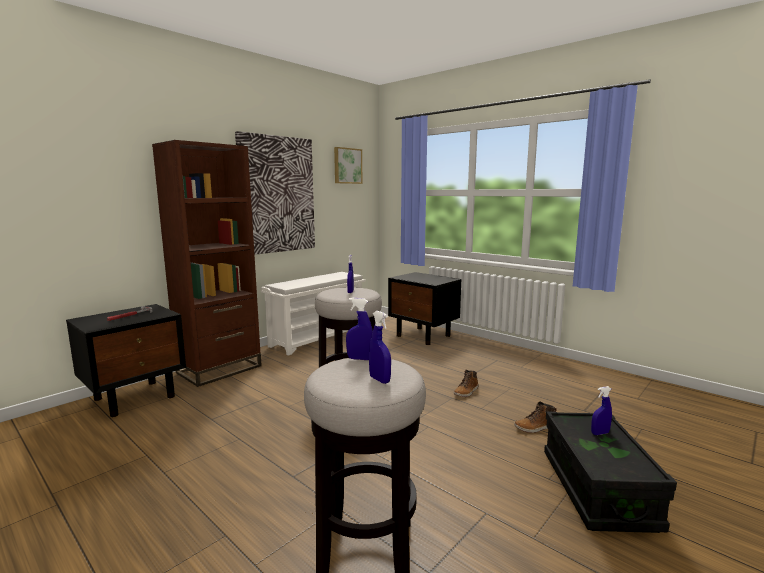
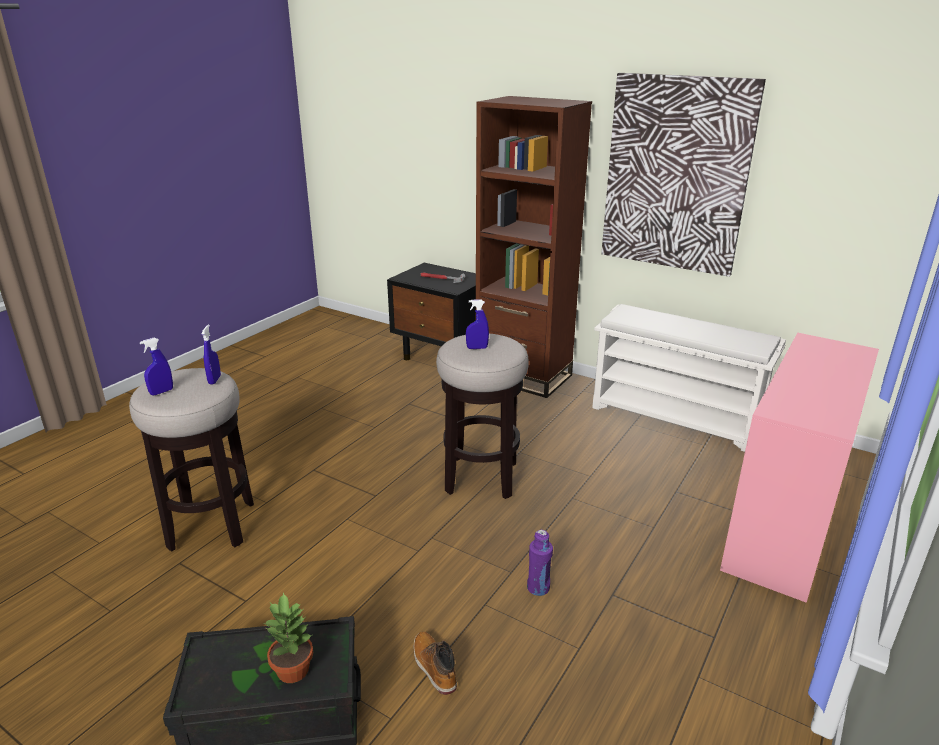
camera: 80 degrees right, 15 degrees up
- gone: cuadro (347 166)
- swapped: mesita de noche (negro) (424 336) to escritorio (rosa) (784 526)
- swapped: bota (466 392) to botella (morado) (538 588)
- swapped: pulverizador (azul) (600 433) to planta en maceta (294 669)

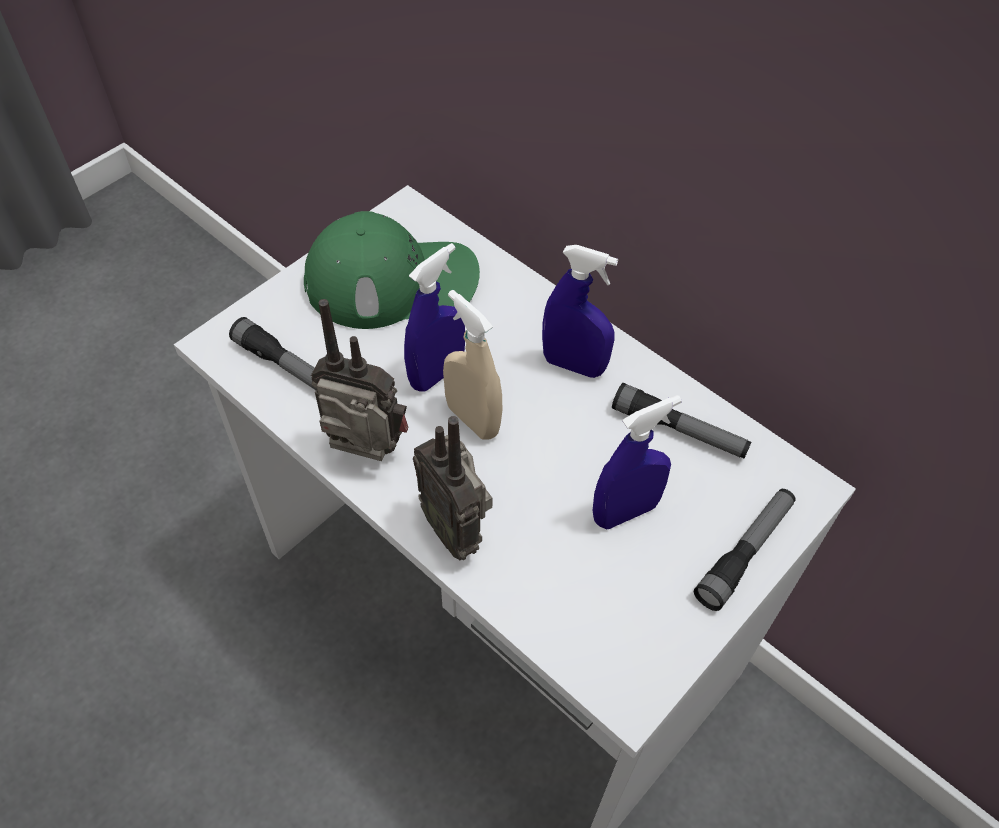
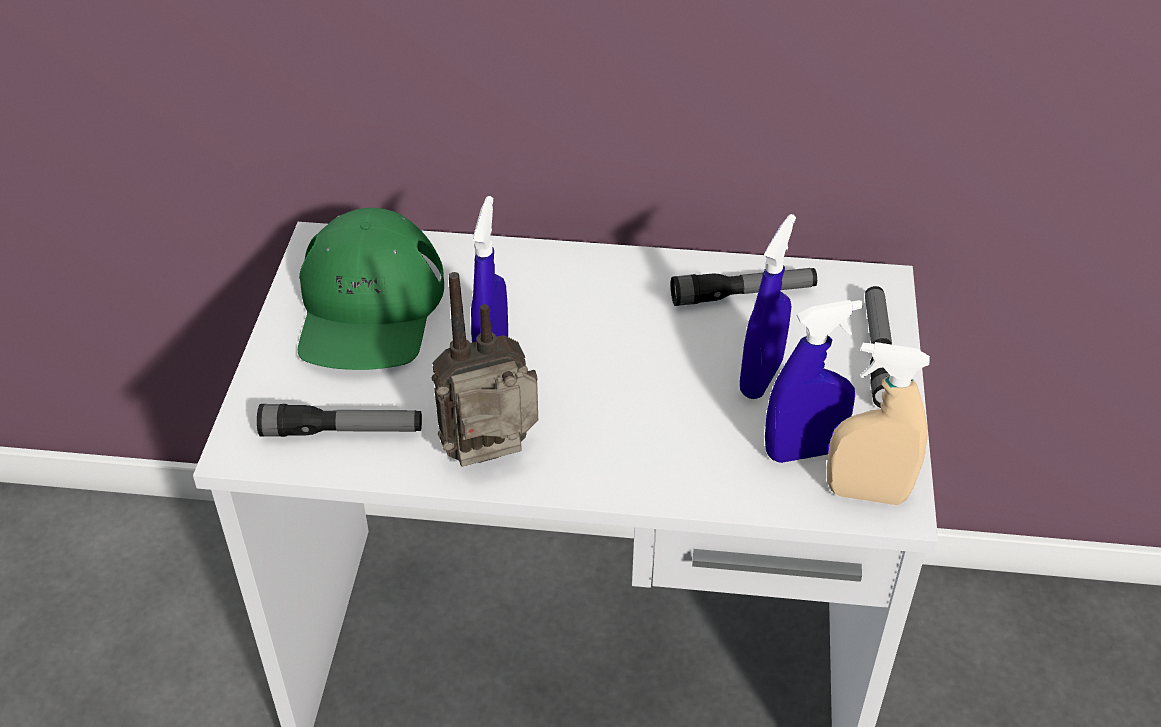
camera: 35 degrees left, 10 degrees down
- rotated: gorra (verde) (392 281) = (369 308) 135 degrees clockwise
- gone: radio (455 529)
- shifted: pulverizador (beis) (472 419) to (866 493)
- shifted: pulverizador (azul) (573 365) to (803 451)

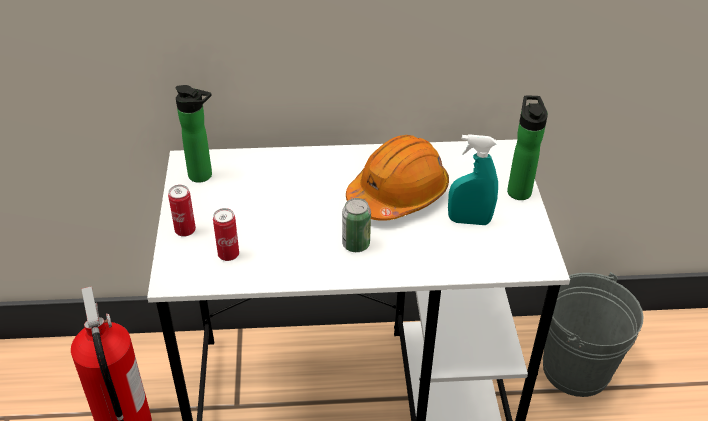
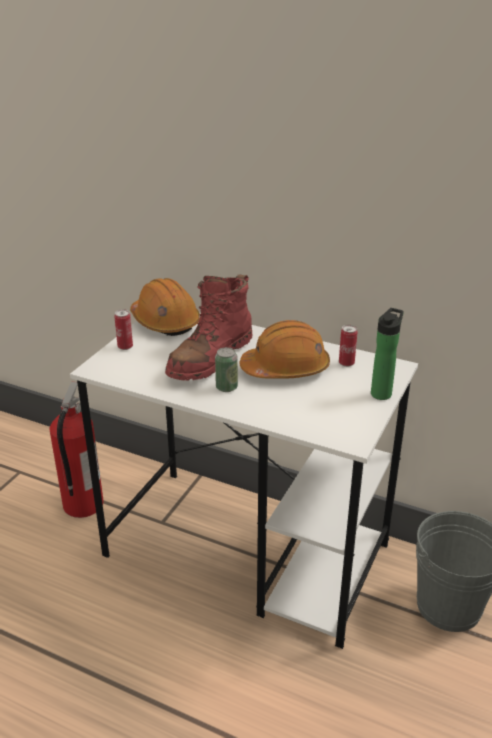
camera: 30 degrees right, 10 degrees down
- swapped: botella (203 176) to casco (naranja) (165 322)
- shifted: lata (228 255) to (346 363)
- gone: pulverizador (turquesa) (469 221)
- new: bota (rojo) (210 358)

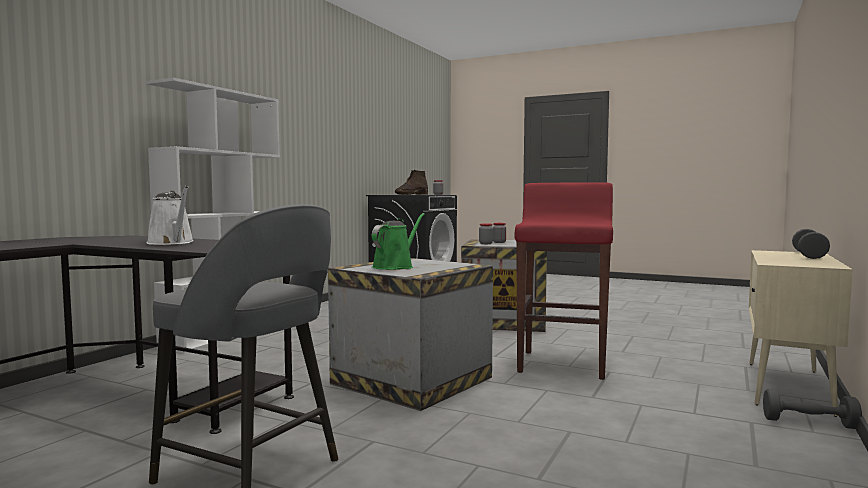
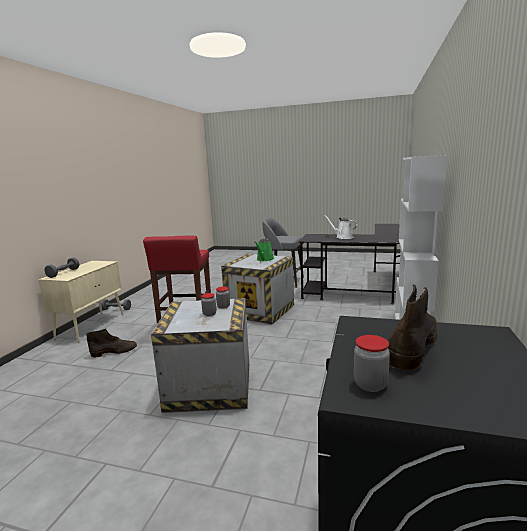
camera: 170 degrees right, 10 degrees up
- new: bota (marrón) (114 351)

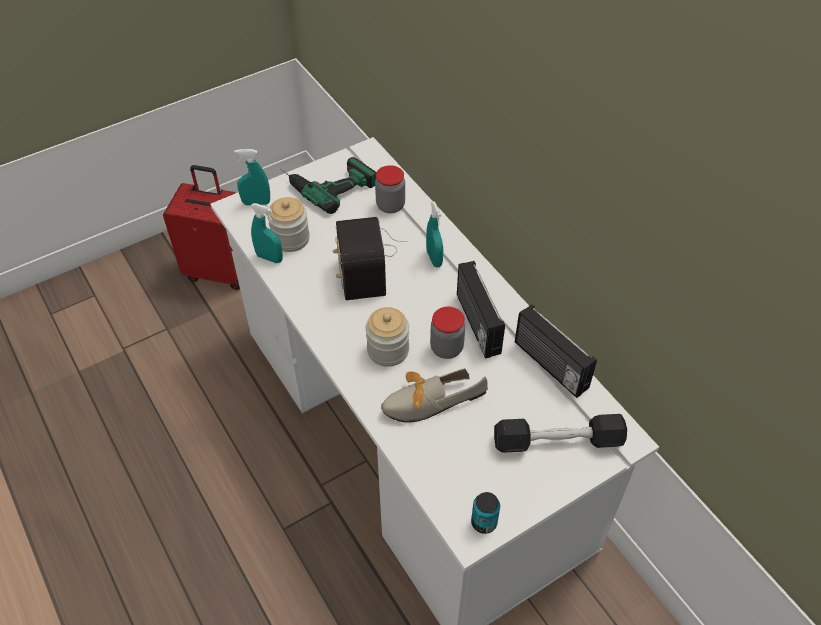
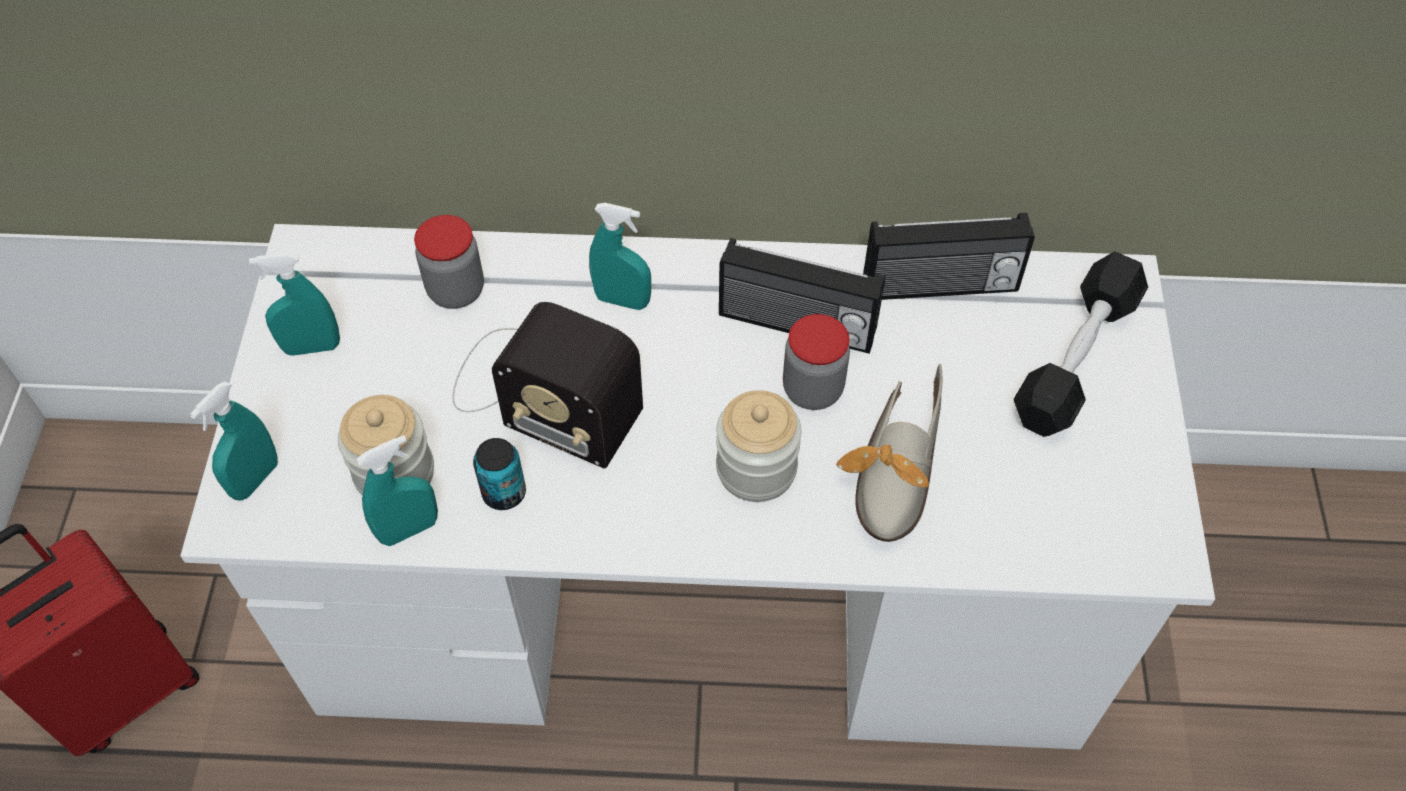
camera: 55 degrees left, 5 degrees up
- swapped: taladro (326 182) to pulverizador (turquesa) (312 347)
- shifted: lata (484 522) to (504 493)

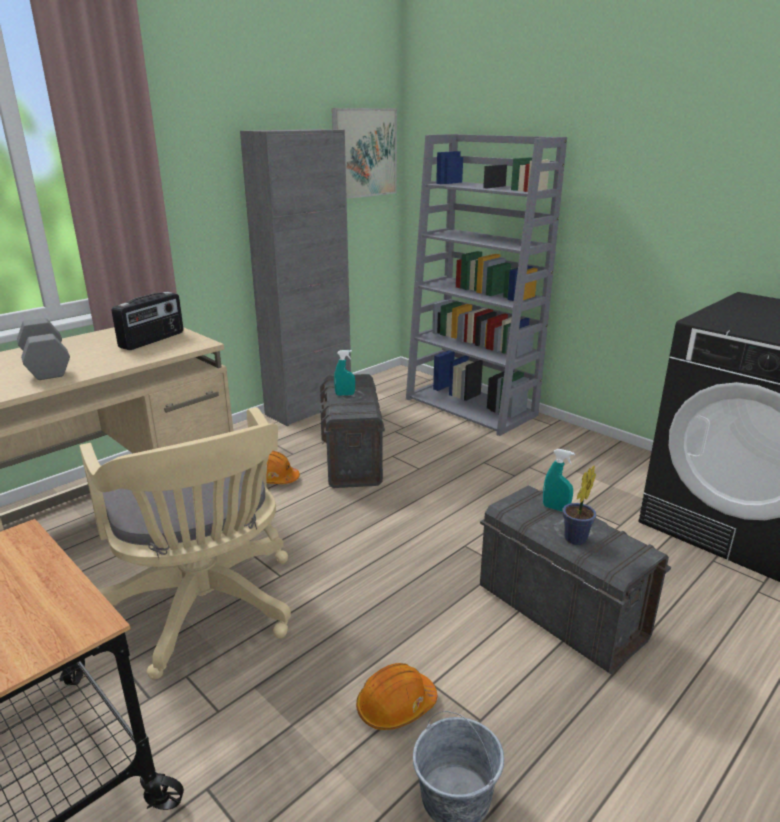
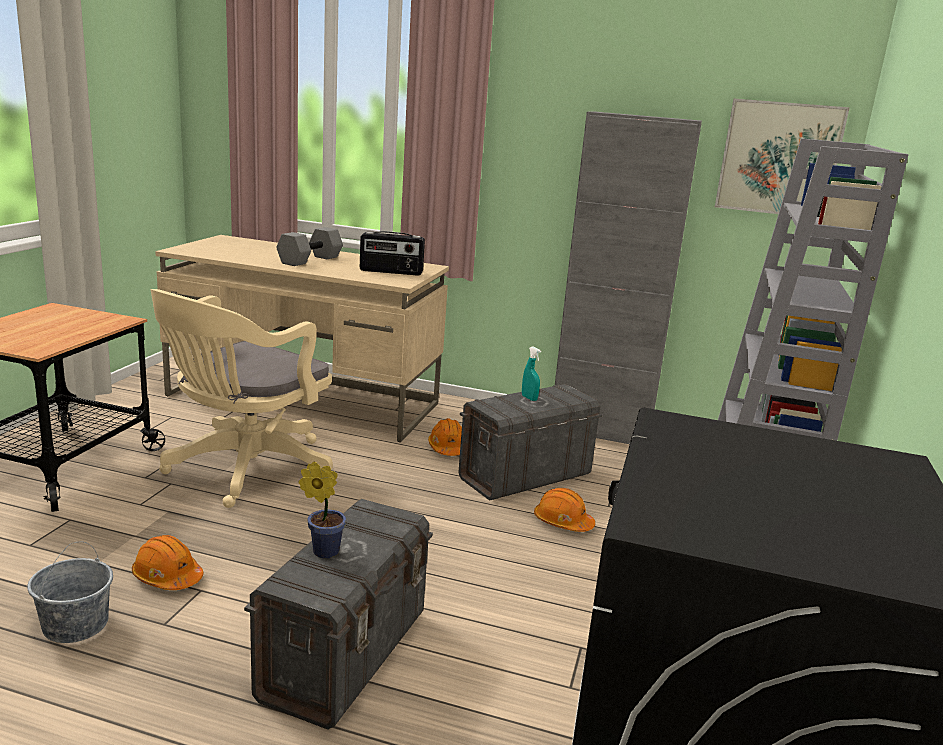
camera: 60 degrees right, 5 degrees down
- gone: pulverizador (turquesa) (555 508)
- new: casco (naranja) (562 522)

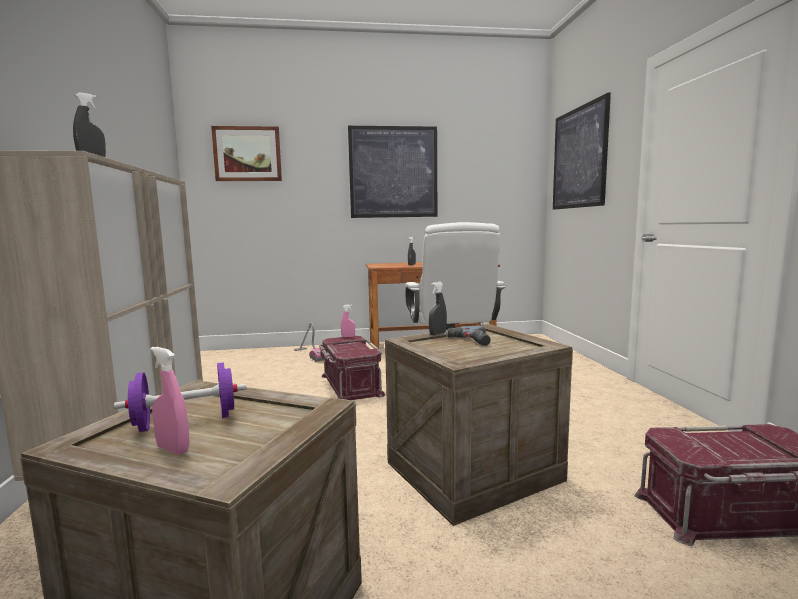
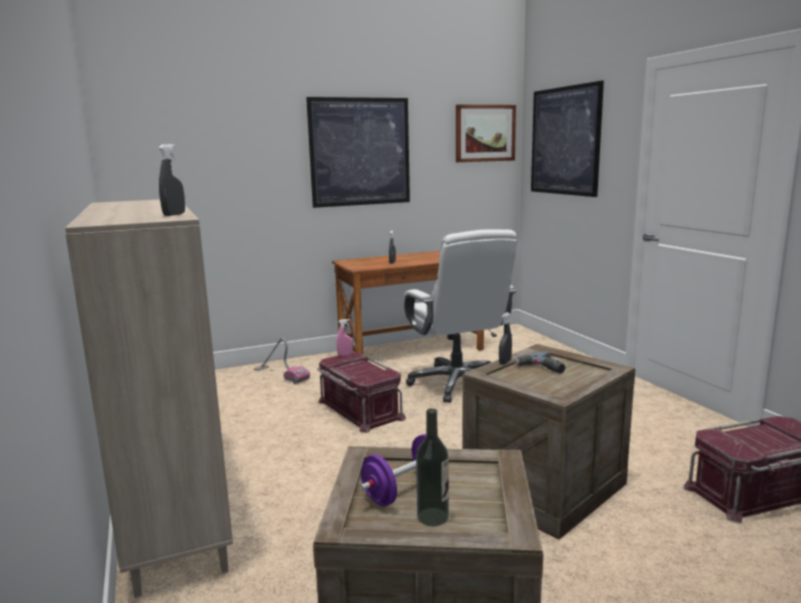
camera: 15 degrees left, 5 degrees up
- swapped: pulverizador (rosa) (173 449) to botella (432 517)
- shifted: cuadro (247 154) to (485 133)

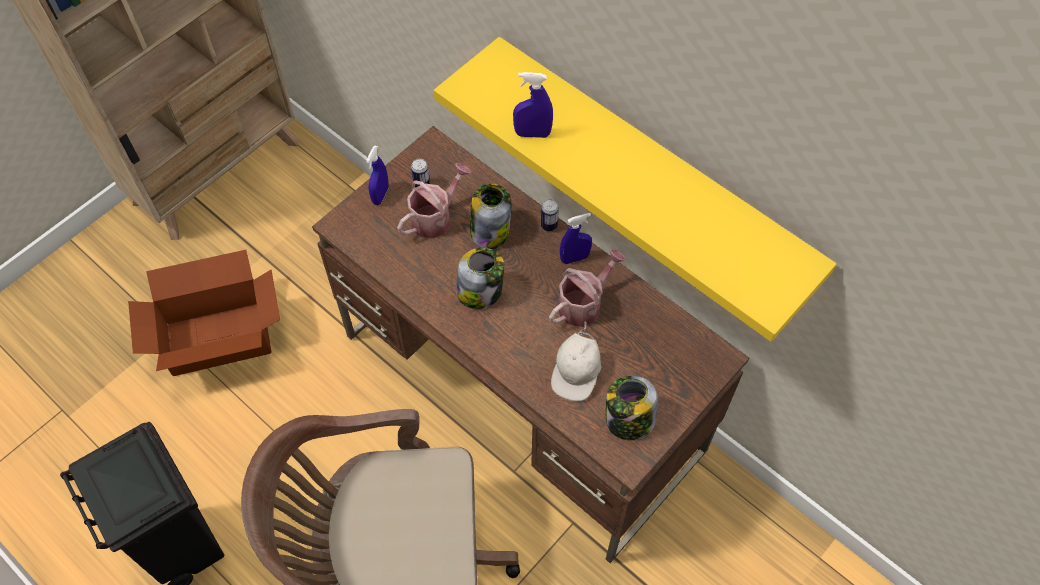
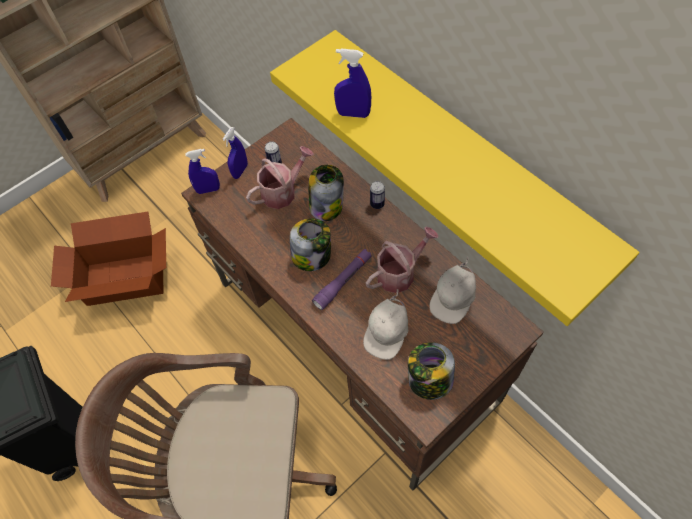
camera: 10 degrees right, 0 degrees up
- shifted: pulverizador (azul) (574 258) to (208 190)
- new: linterna (morado) (343 281)
- new: gorra (blanco) (453 299)

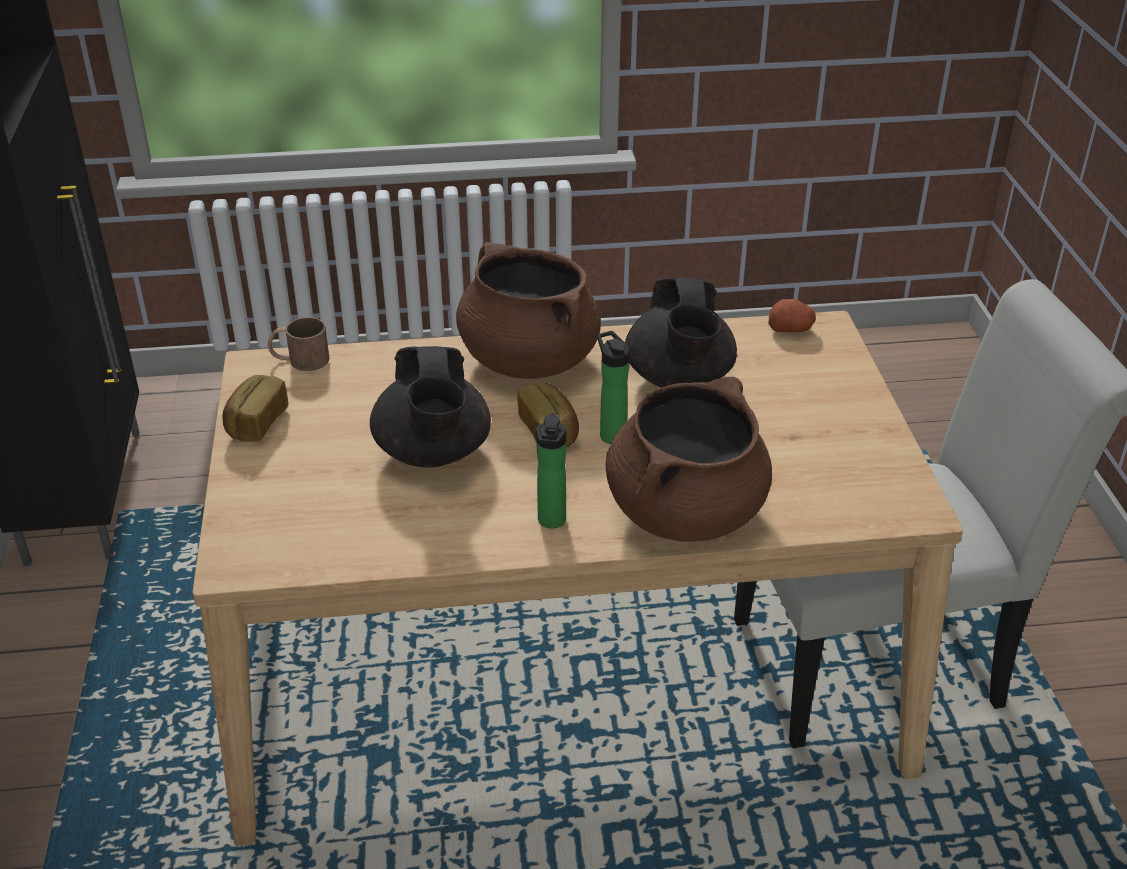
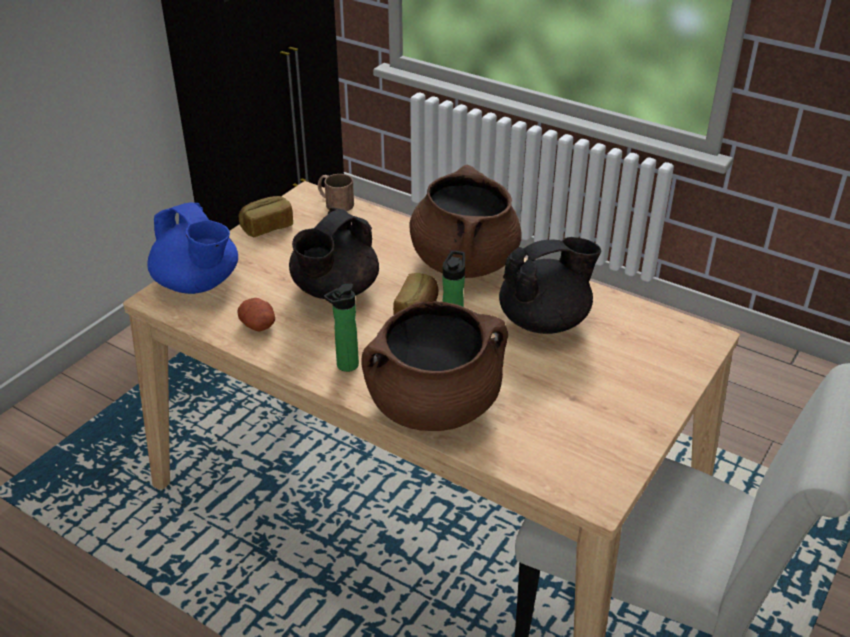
camera: 40 degrees right, 0 degrees up
- rotated: tetera (negro) (679 379) = (545 321) 150 degrees counterclockwise
- shifted: patata (791 329) to (259 325)
- new: tetera (azul) (198 284)

